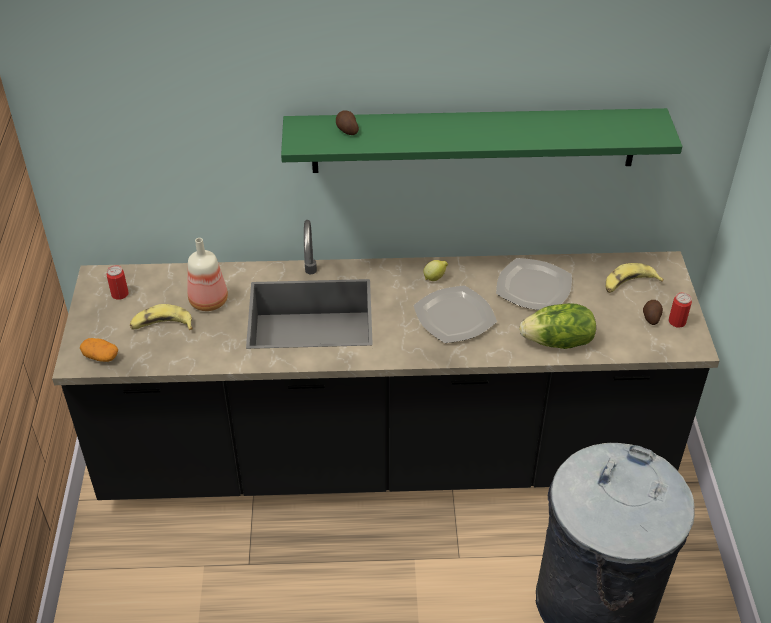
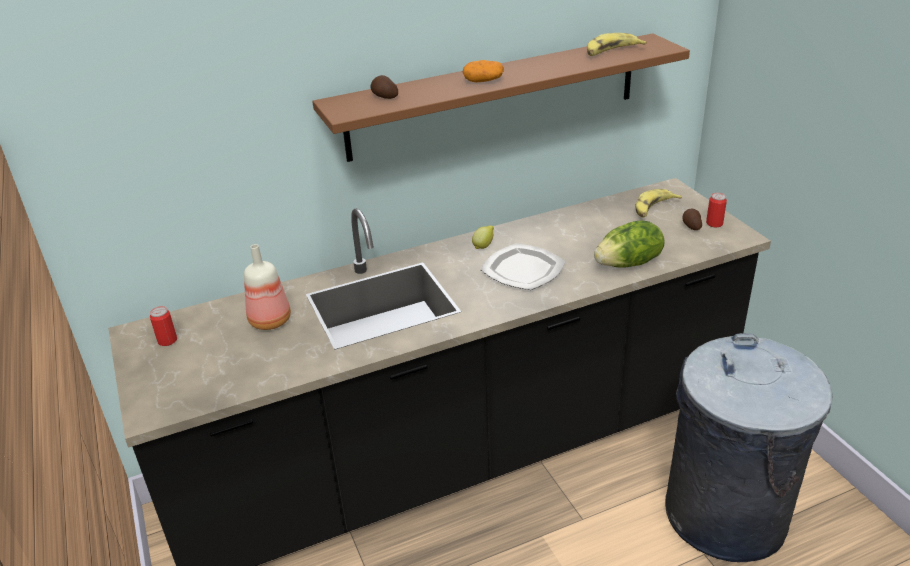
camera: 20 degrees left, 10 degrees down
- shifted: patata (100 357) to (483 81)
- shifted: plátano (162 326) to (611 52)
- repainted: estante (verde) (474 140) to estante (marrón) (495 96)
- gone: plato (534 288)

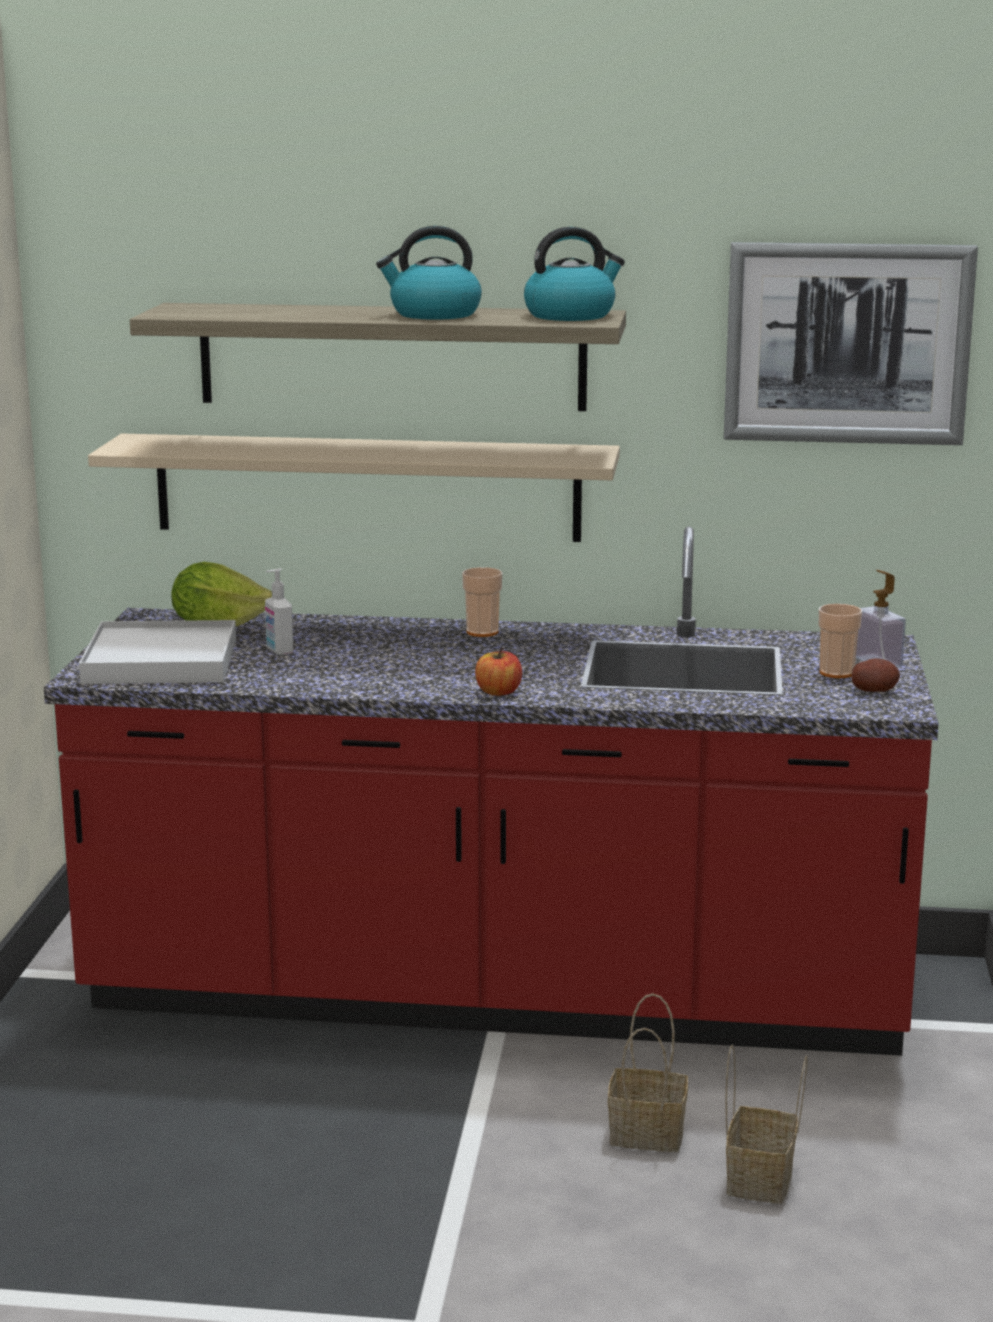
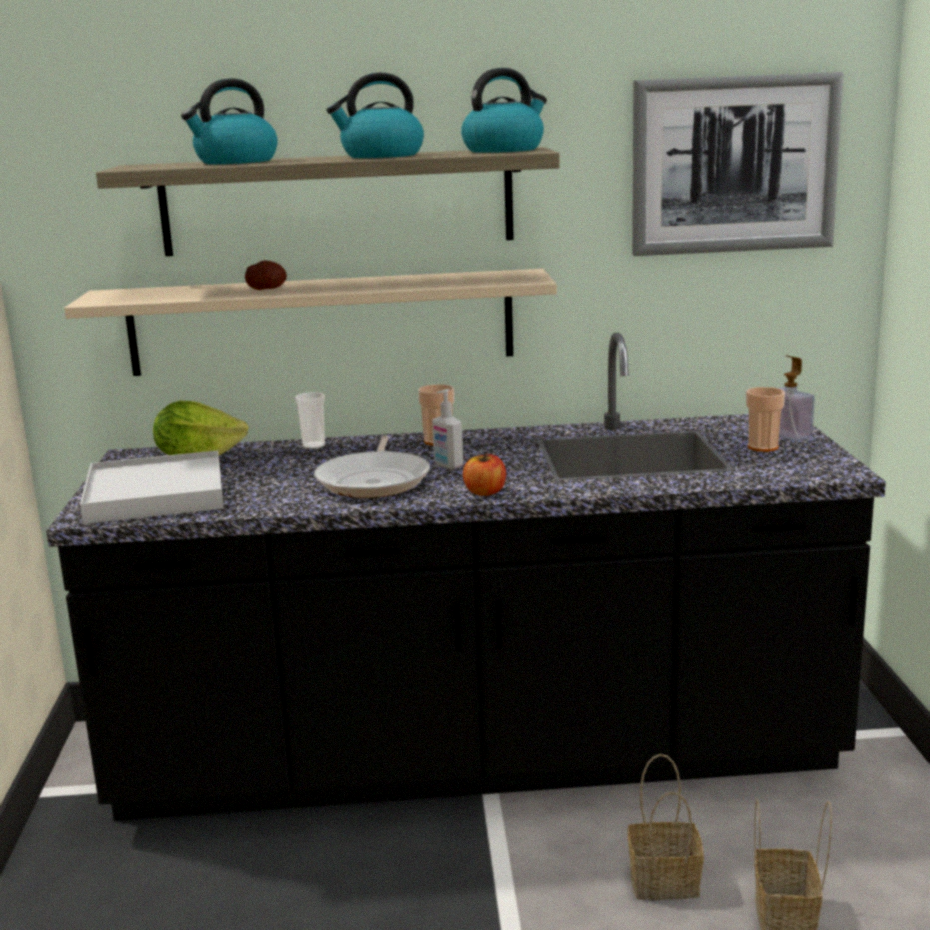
camera: 10 degrees left, 0 degrees up
- repainted: mueble bajo de cocina (rojo) (496 994) to mueble bajo de cocina (negro) (476 756)
- shifted: dispensador de jabón (279 651) to (447 465)
- shifted: patata (874 690) to (266 289)
- new: hervidor (235 162)
- new: taza (313 446)
- new: sartén (375 480)

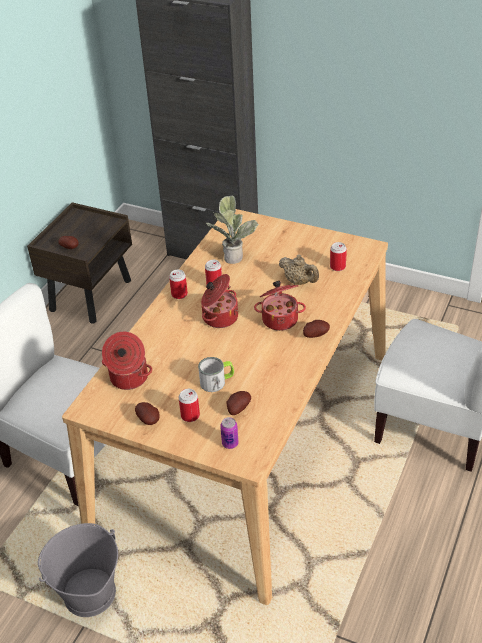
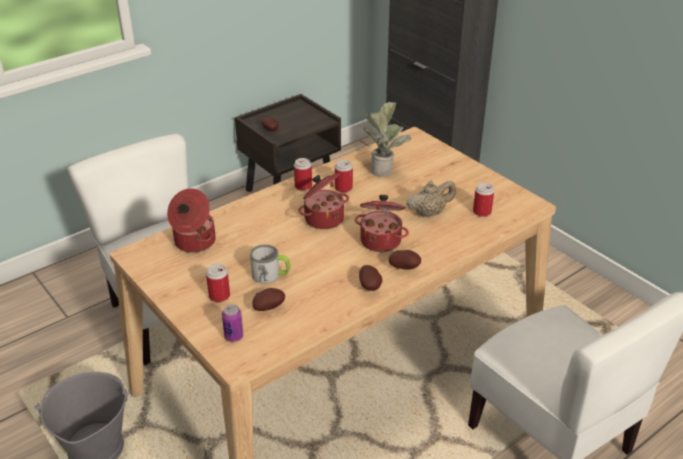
camera: 25 degrees right, 5 degrees down
- shifted: patata (149 420) to (370 287)
- rotated: tetera (beis) (299 282) = (429 213) 90 degrees counterclockwise

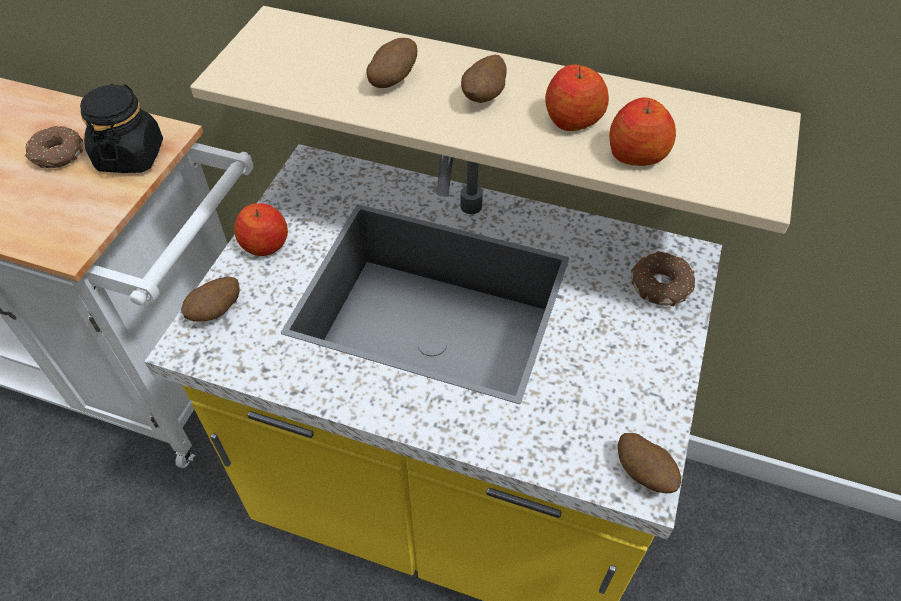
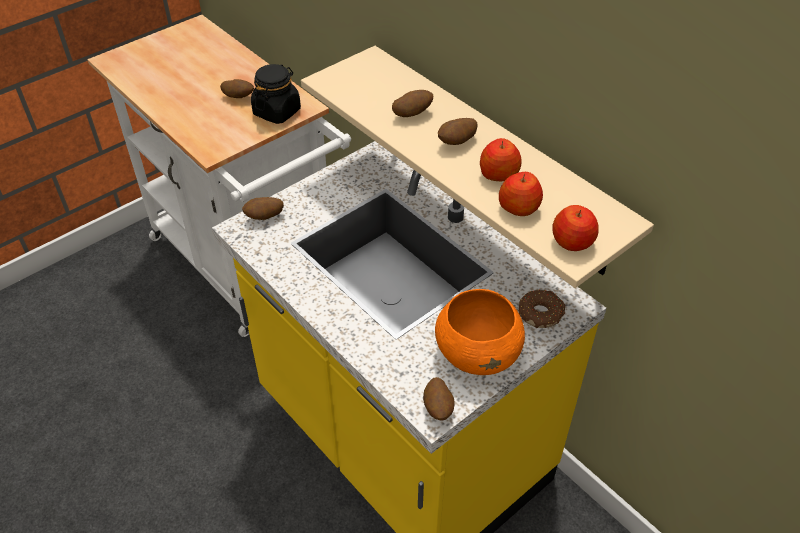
camera: 30 degrees right, 5 degrees down
- swapped: rosquilla (58 155) to patata (239 97)
- shifted: manzana (265 244) to (573 242)
- new: cuenco (naranja) (478 353)

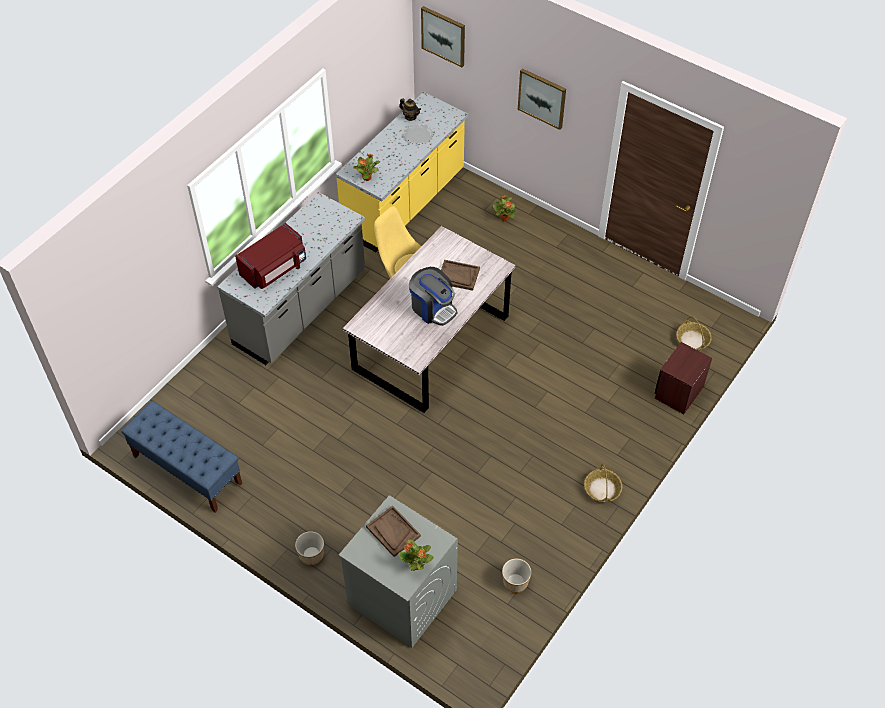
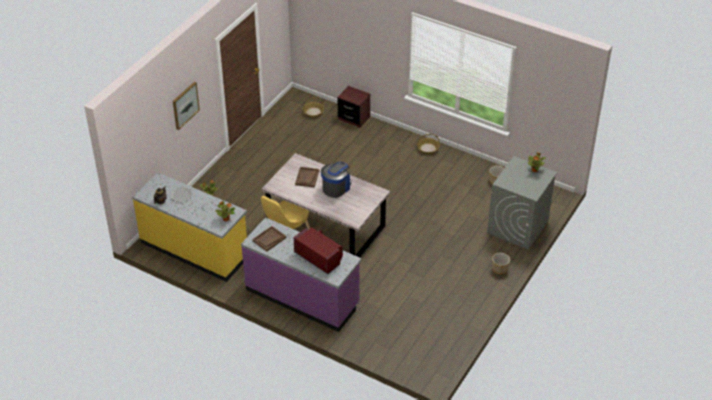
camera: 95 degrees left, 10 degrees down
- gone: banco (azul) (187 470)
- repainted: mueble bajo de cocina (gris) (301 309) to mueble bajo de cocina (morado) (302 297)
- shifted: bandeja (marrón) (393 532) to (269 239)
- gone: cuadro (443 36)

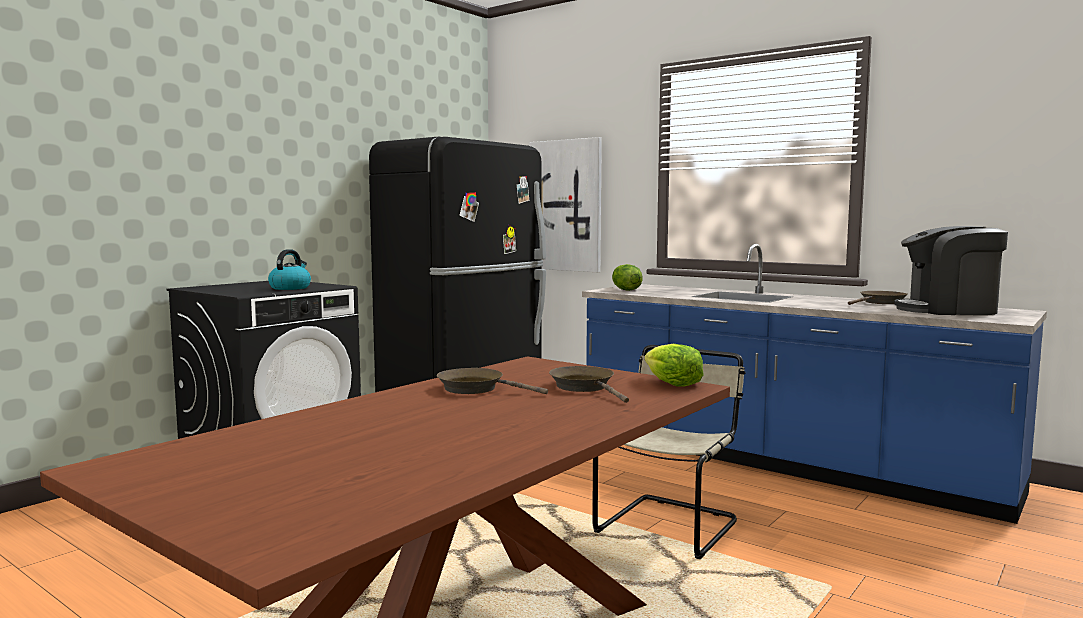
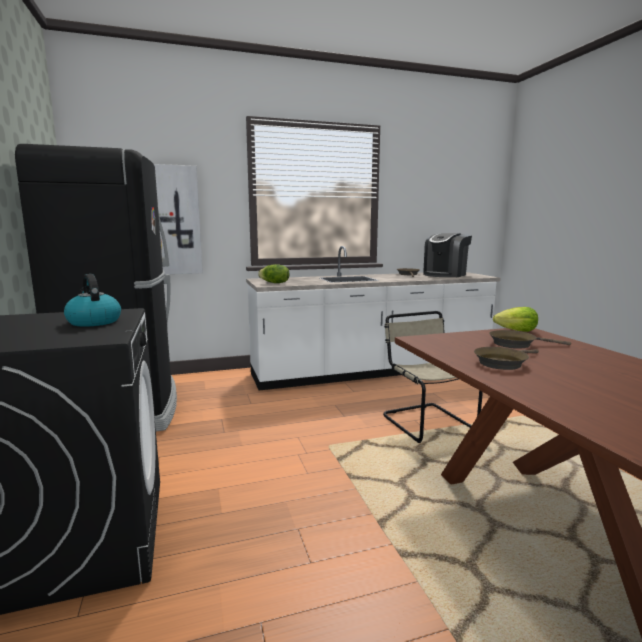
camera: 55 degrees left, 5 degrees up
- repainted: mueble bajo de cocina (azul) (781 462) to mueble bajo de cocina (blanco) (372 371)

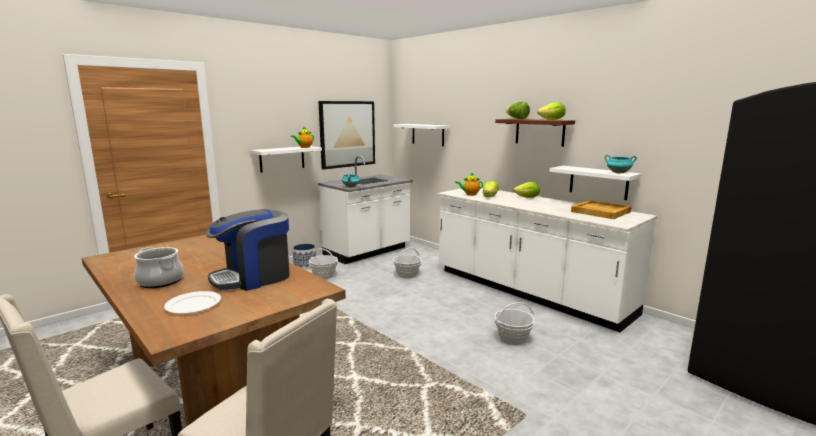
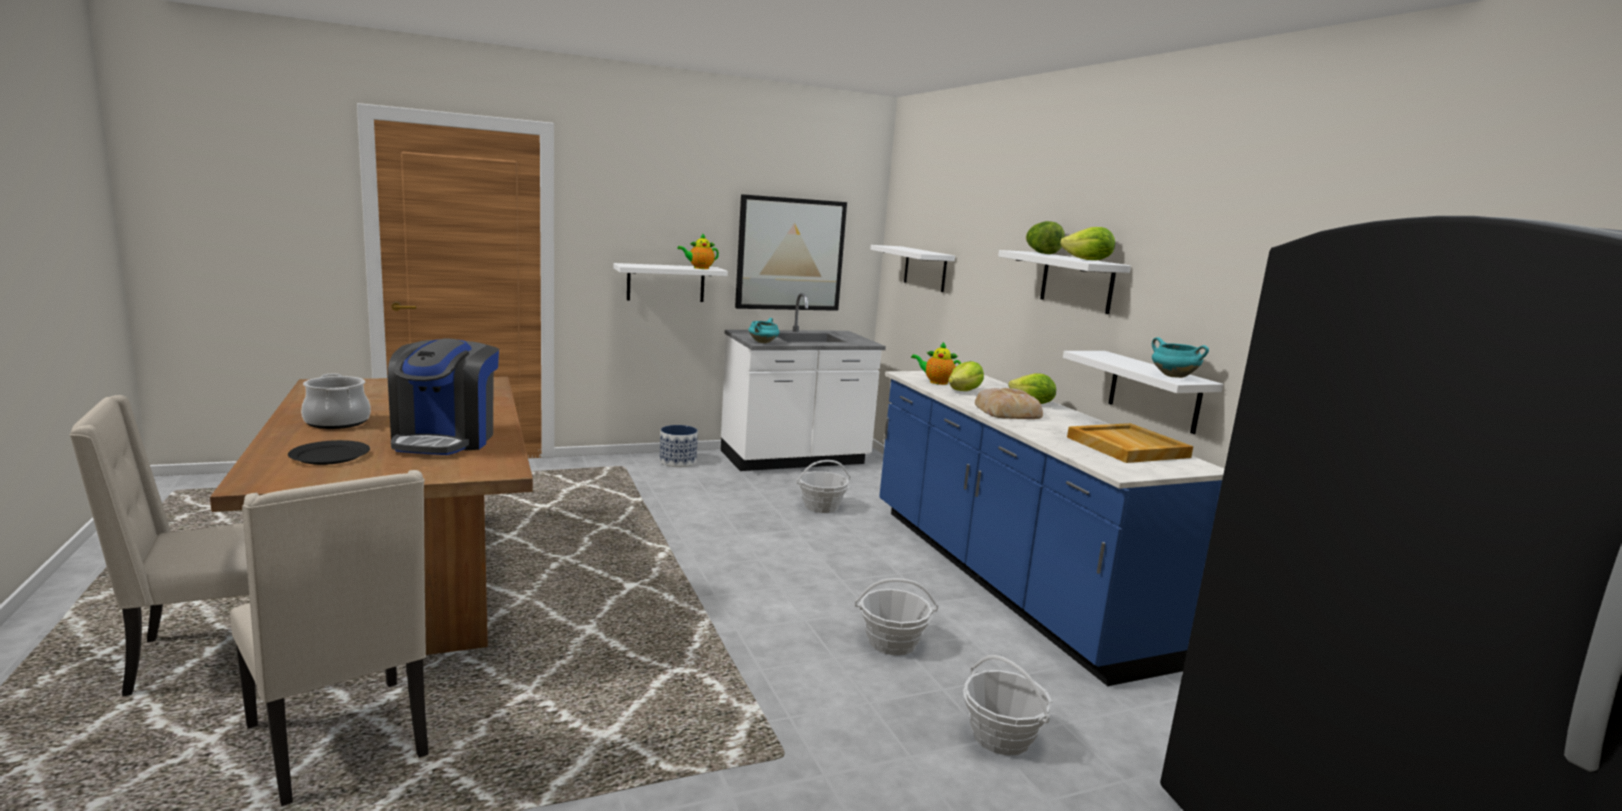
camera: 20 degrees right, 0 degrees up
- repainted: plato (blanco) (194 305) to plato (negro) (330 456)
- rotated: cafetera (253 277) = (445 440) 75 degrees counterclockwise
- shifted: cesta (324 275) to (1001 737)
- repainted: mueble bajo de cocina (blanco) (528 292) to mueble bajo de cocina (azul) (1005 579)
- repainted: estante (marrón) (539 132) to estante (blanco) (1077 282)
- new: pan (1008 411)

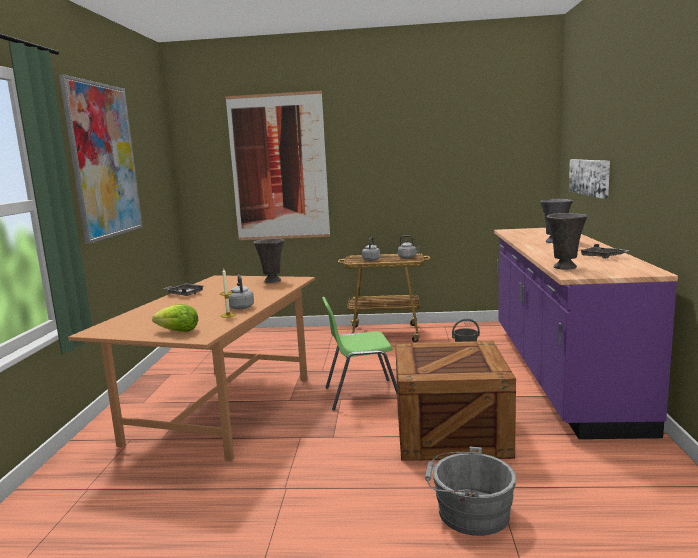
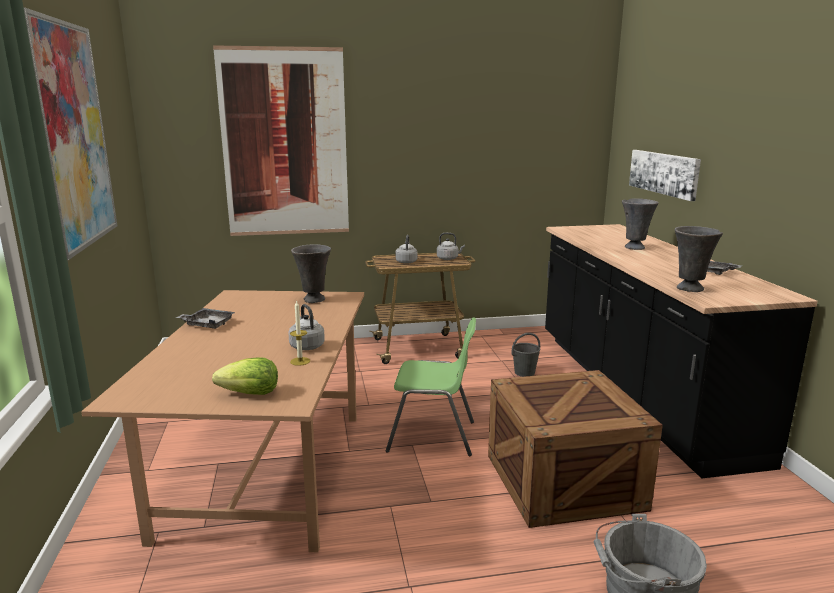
camera: 15 degrees left, 5 degrees up
- rotated: silla (verde) (361 394) = (433 436) 150 degrees counterclockwise
- repainted: mueble bajo de cocina (morado) (559 373) to mueble bajo de cocina (negro) (635 392)

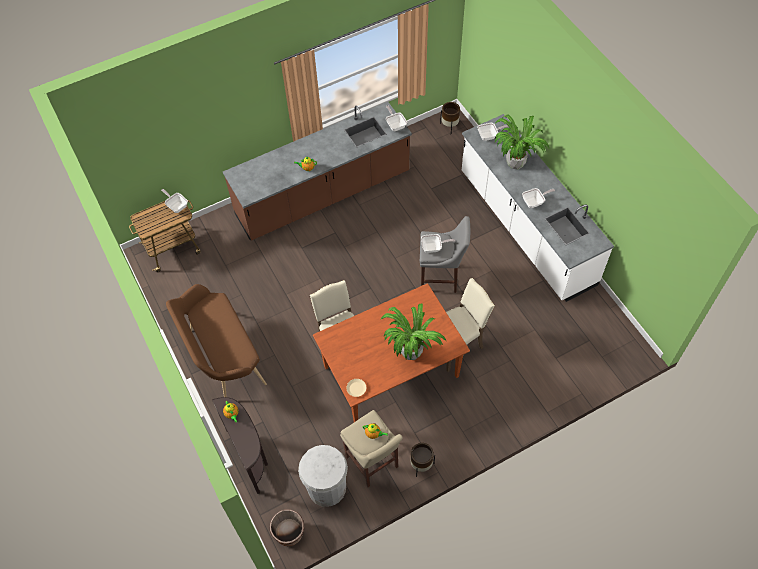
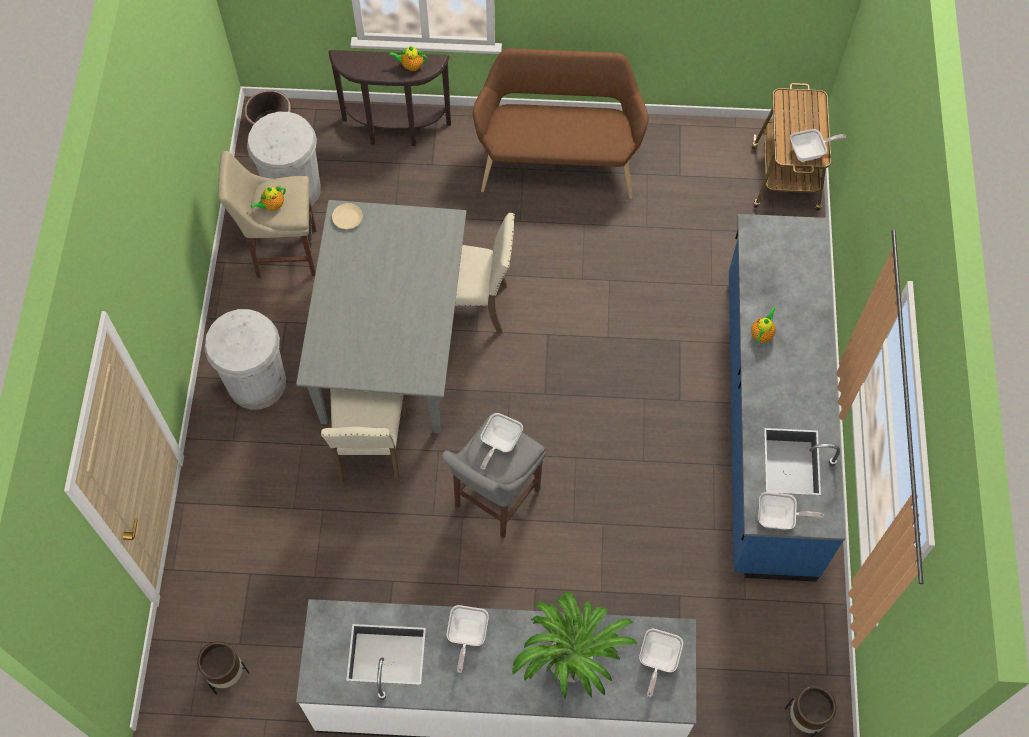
camera: 120 degrees right, 5 degrees up
- repainted: mueble bajo de cocina (marrón) (323 195) to mueble bajo de cocina (azul) (766 422)
- repainted: mesa de comedor (marrón) (391 371) to mesa de comedor (gris) (393 345)
- gone: planta en maceta (410 351)
- shifted: maceta (marrón) (421 465) to (227 674)
- new: papelera (blanco) (256 383)

